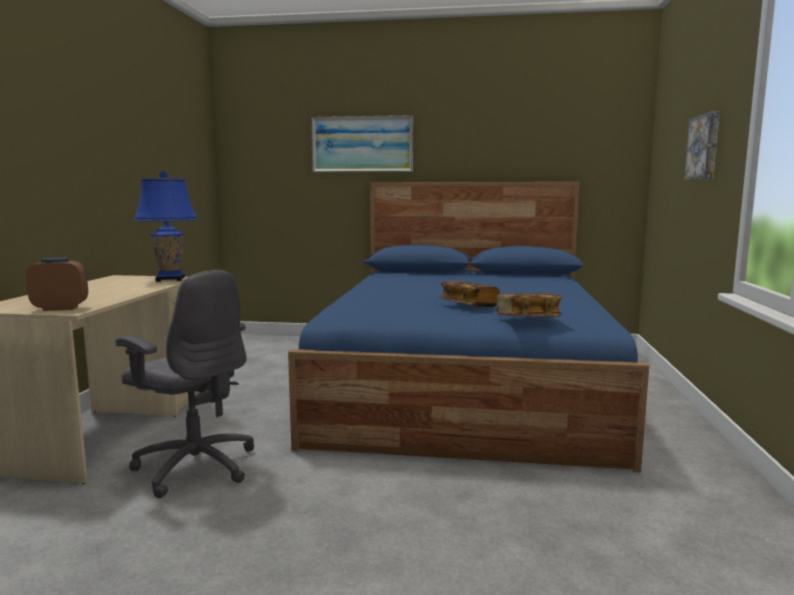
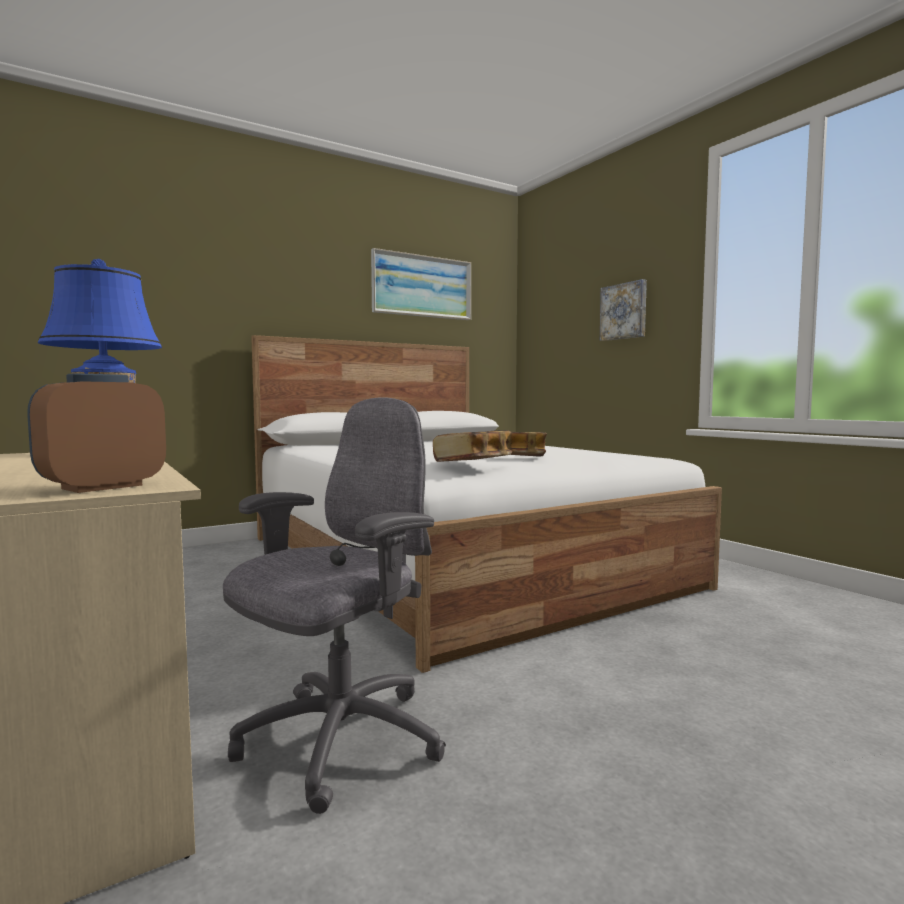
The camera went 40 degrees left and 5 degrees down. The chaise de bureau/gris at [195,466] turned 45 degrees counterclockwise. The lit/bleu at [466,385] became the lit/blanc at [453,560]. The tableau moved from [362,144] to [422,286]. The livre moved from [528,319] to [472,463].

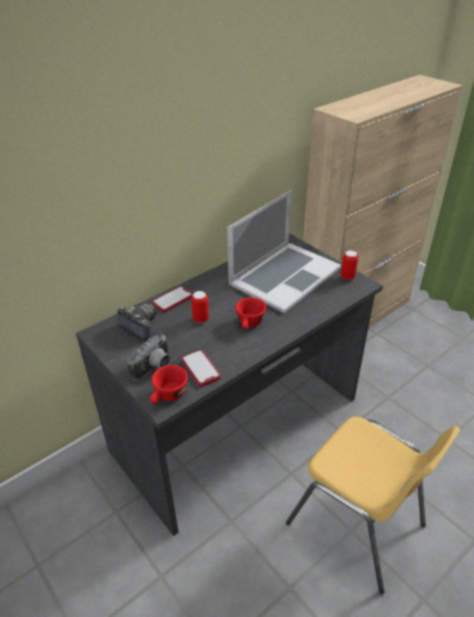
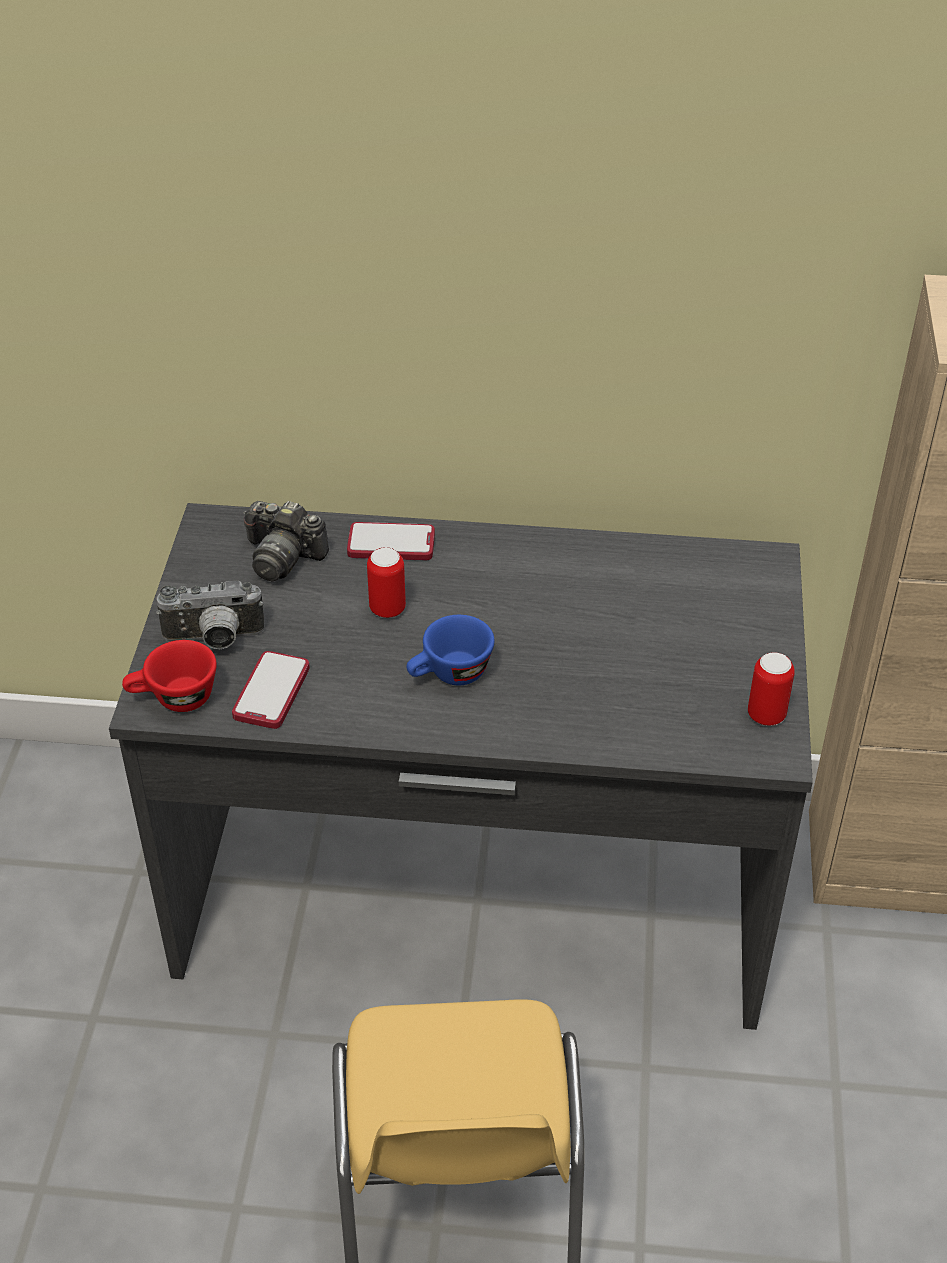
The camera went 45 degrees right and 5 degrees up. The appareil photo at [140,327] turned 120 degrees clockwise. The tasse/rouge at [250,324] became the tasse/bleu at [450,675]. The ordinateur portable at [284,275] disappeared.

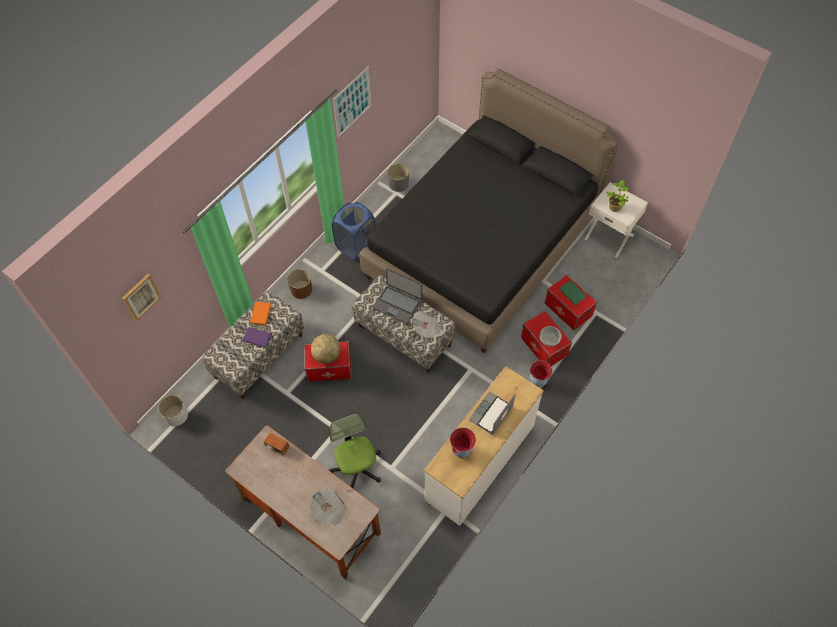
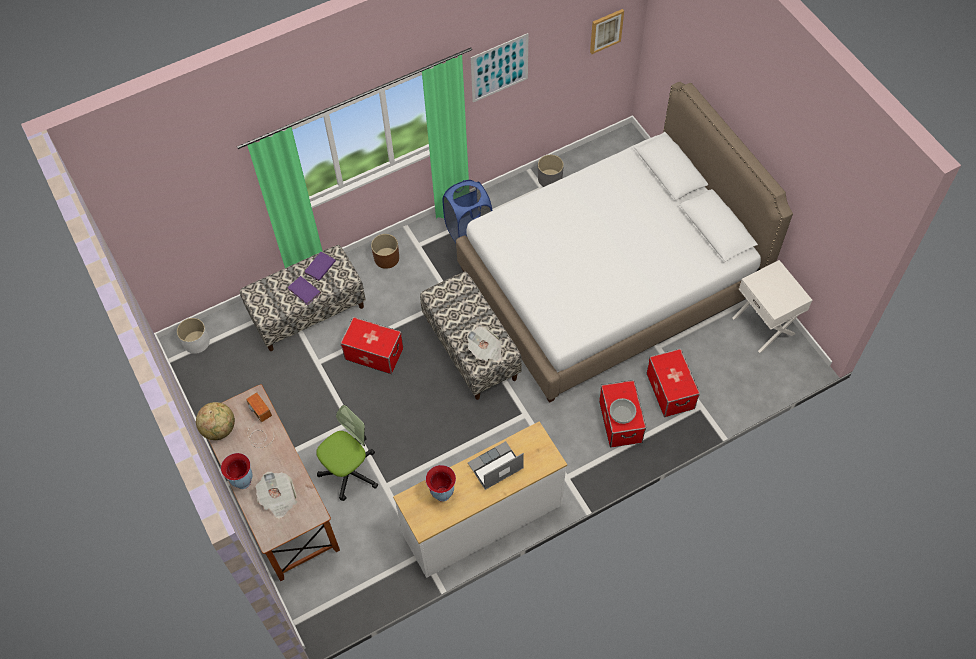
The camera went 25 degrees right and 0 degrees up. The globe moved from [327,355] to [219,429]. The vase moved from [537,383] to [243,482]. The livre/orange at [260,314] became the livre/violet at [319,267]. The chaise de bureau at [357,468] turned 45 degrees clockwise. The lit/noir at [482,244] became the lit/blanc at [609,281]. The tableau moved from [141,296] to [606,30]. The ordinateur portable at [397,304] disappeared. The livre/vert at [572,292] disappeared. The plante en pot at [615,206] disappeared.

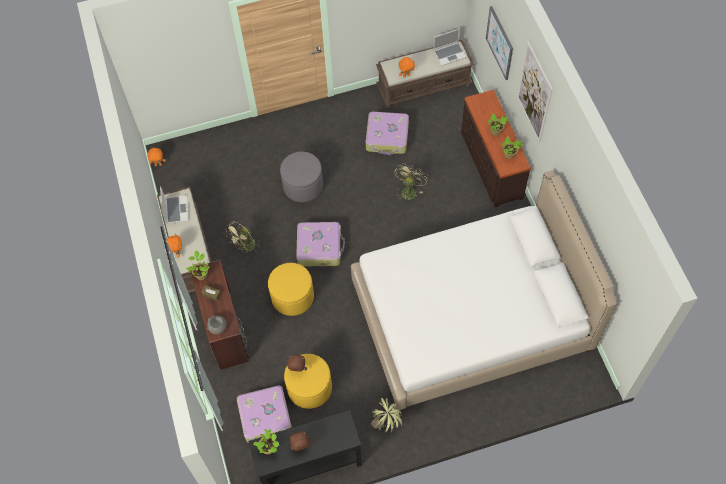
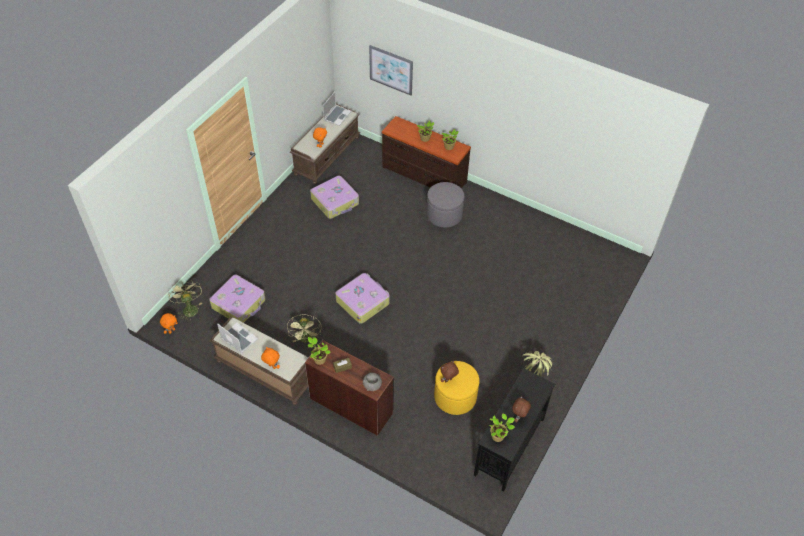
The camera went 45 degrees left and 10 degrees down. The ventilateur/vert moved from [409,190] to [189,308]. The valise moved from [265,417] to [239,304]. The pouf/gris moved from [303,185] to [444,214]. The pouf/jaune at [292,297] disappeared. The lit/blanc at [470,316] disappeared. The tableau at [534,93] disappeared.

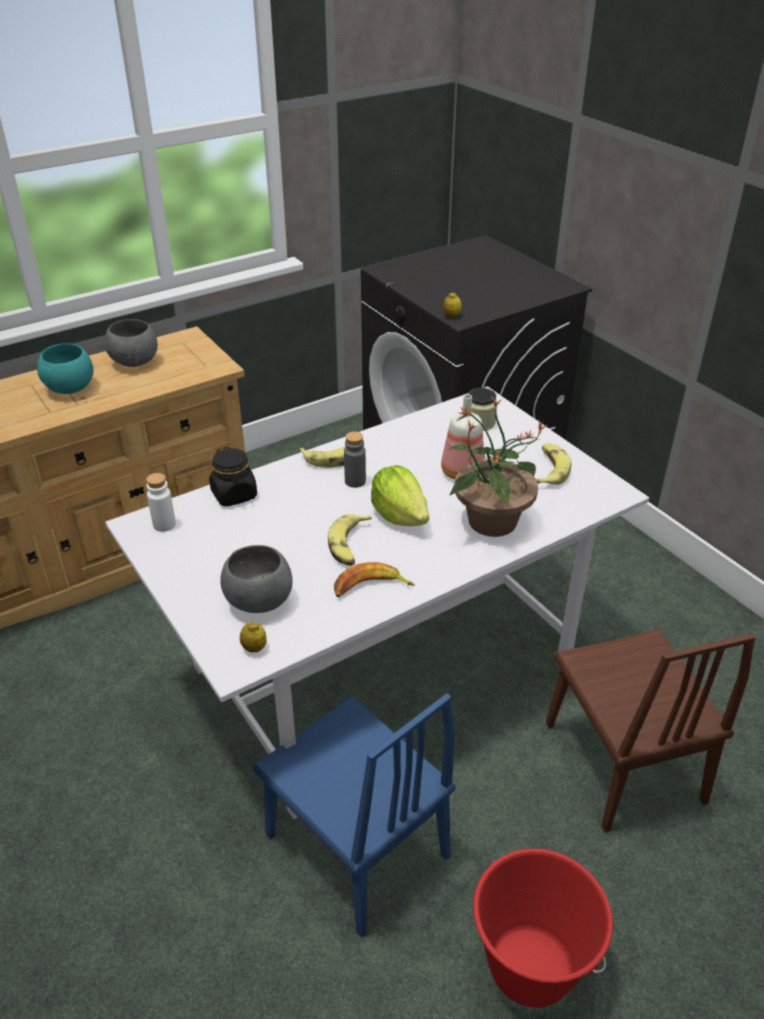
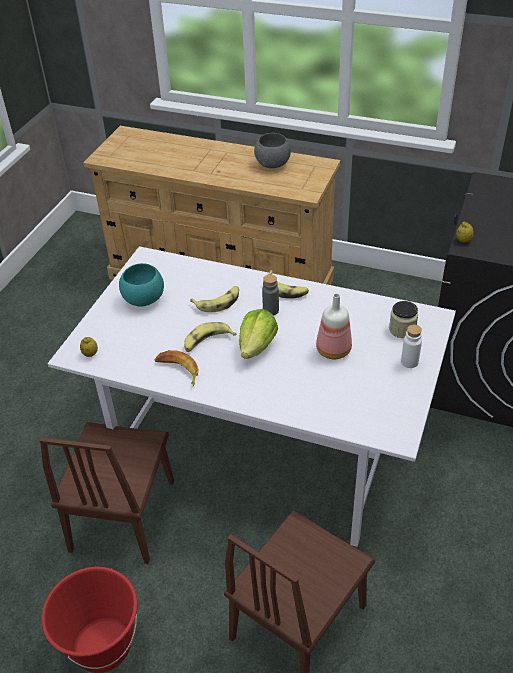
The camera went 55 degrees right and 5 degrees up. The chaise/bleu at [356,845] became the chaise/marron at [123,514]. The bol/turquoise moved from [69,389] to [143,299]. The banane moved from [550,470] to [218,302]. The bouteille/blanc moved from [164,524] to [409,362]. The bocal/noir at [234,495] disappeared. The bol/gris at [259,601] disappeared. The plante en pot at [490,522] disappeared.

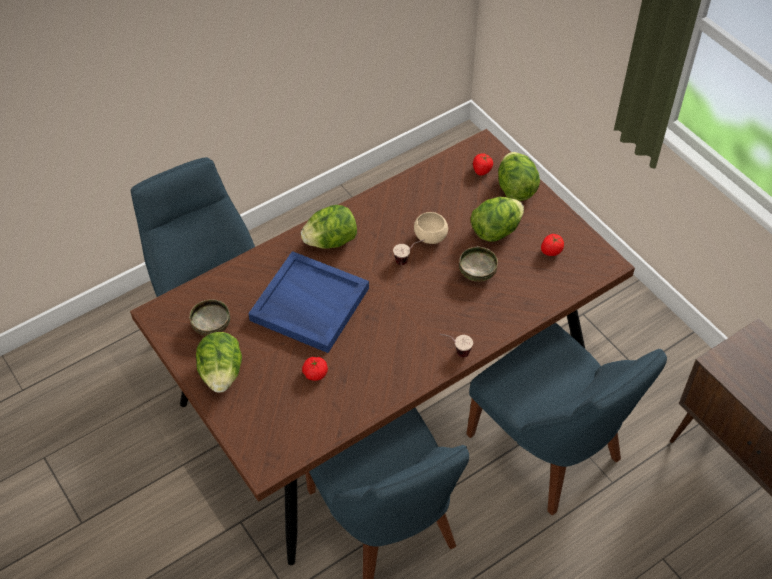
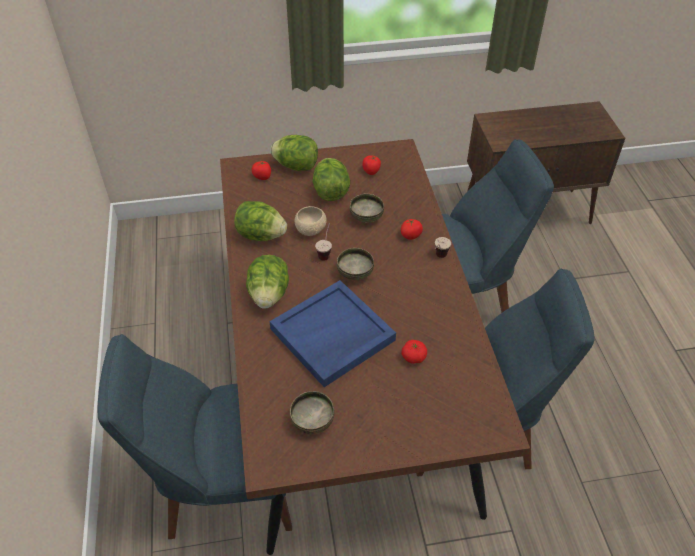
The camera went 65 degrees left and 5 degrees down. The laitue moved from [221,373] to [261,235]. The bol at [354,273] appeared. The tomate at [411,235] appeared.

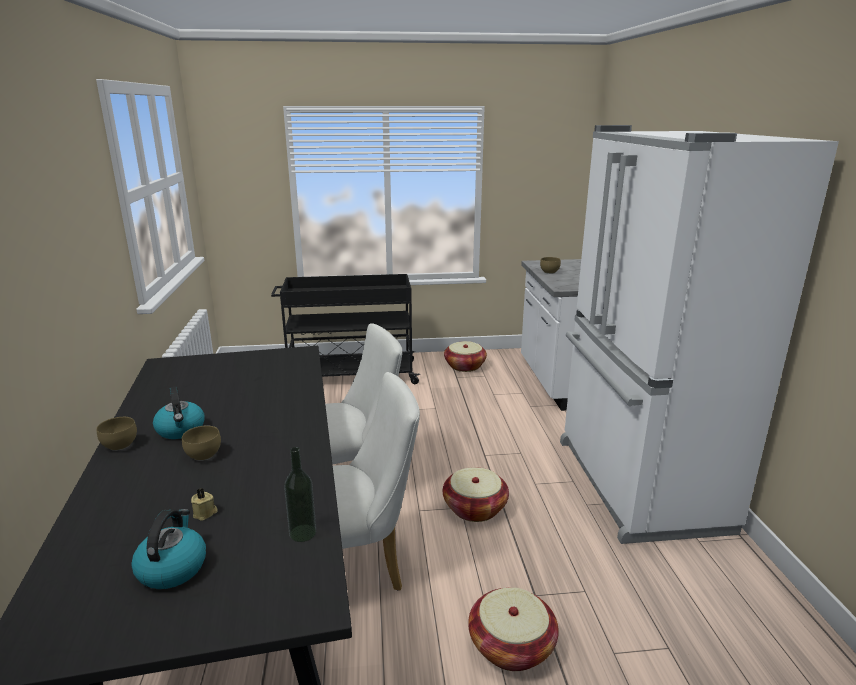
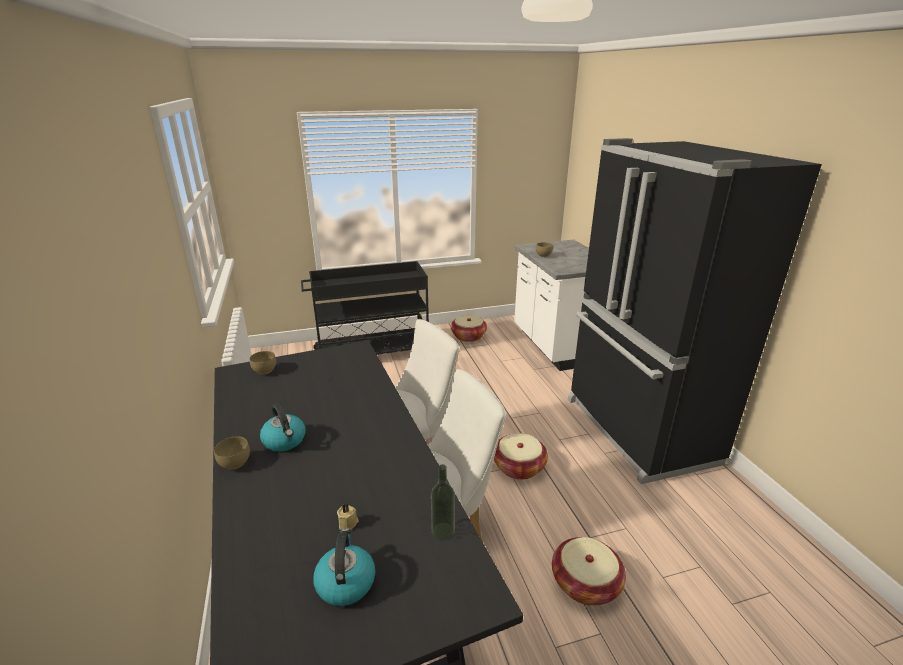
The camera went 10 degrees left and 5 degrees up. The bol/marron moved from [204,454] to [264,370]. The réfrigérateur/blanc at [636,484] became the réfrigérateur/noir at [637,431].

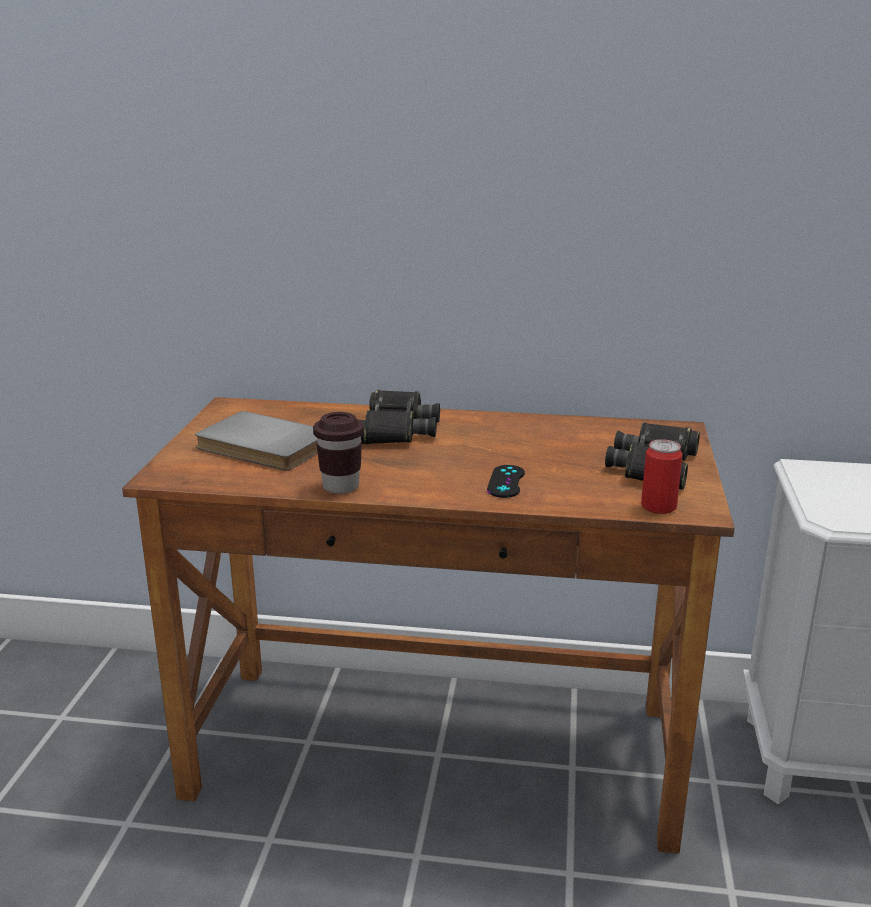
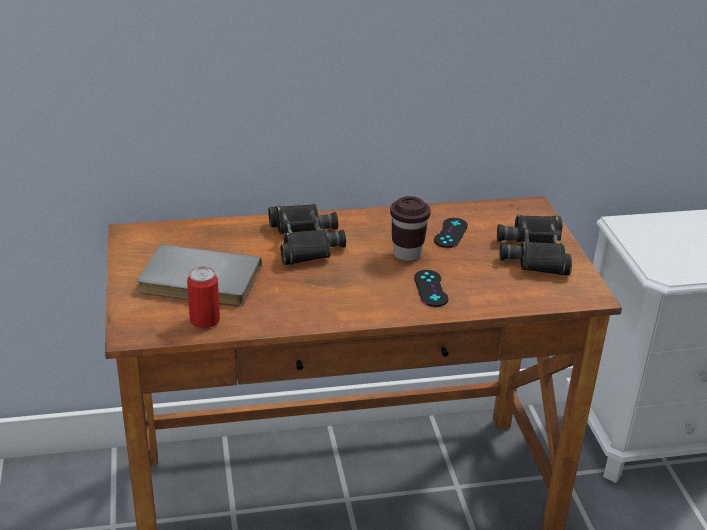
The camera went 20 degrees left and 10 degrees up. The boîte métallique moved from [658,506] to [204,320]. The tasse/marron moved from [341,487] to [407,254]. The manette/noir at [450,233] appeared.

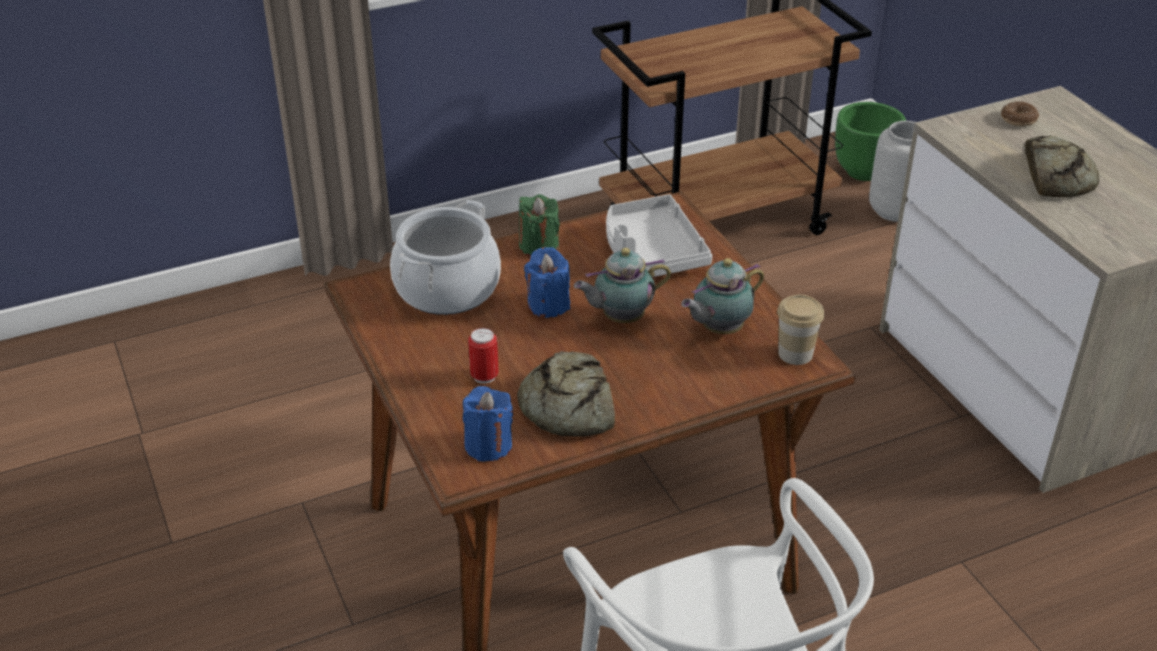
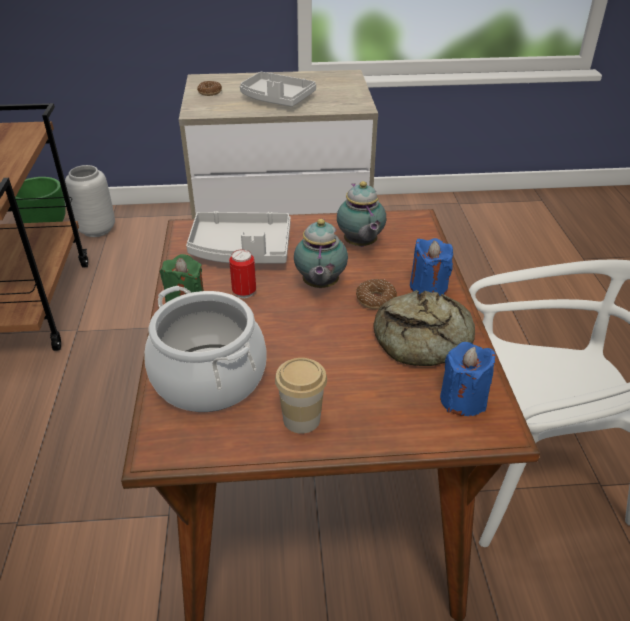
The camera went 70 degrees left and 0 degrees up. The boîte métallique moved from [484,376] to [244,292]. The pain at [1055,176] was replaced by the plateau/gris at [276,99]. The tasse moved from [795,354] to [301,419]. The beignet at [375,299] appeared. The bougie/bleu moved from [548,305] to [428,287].

